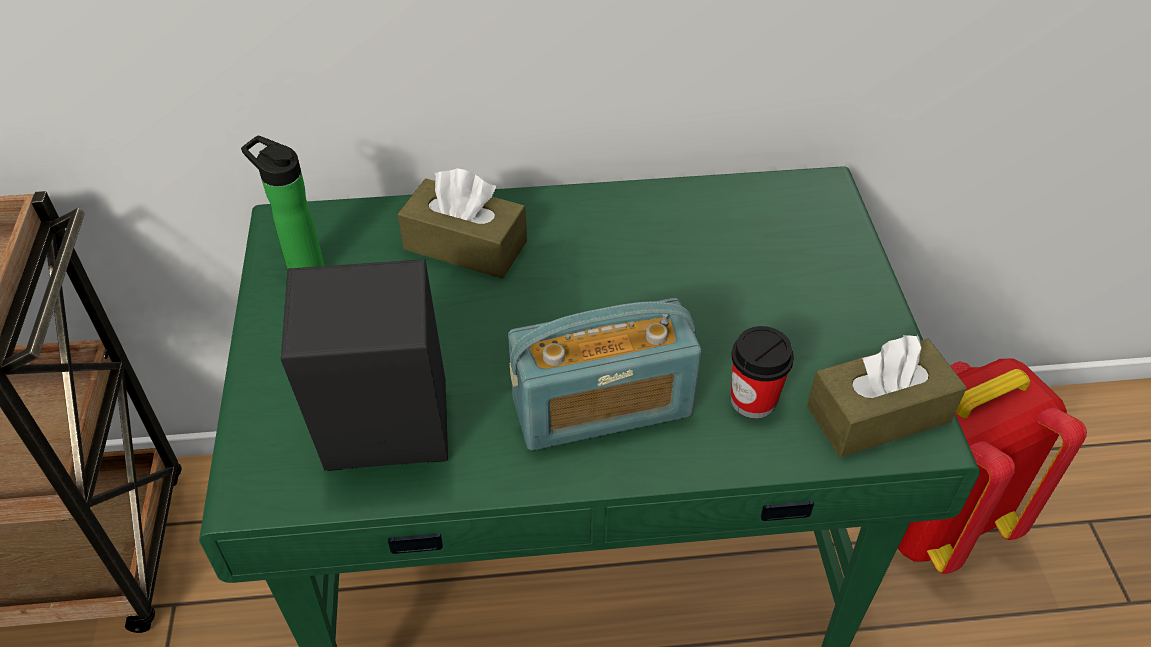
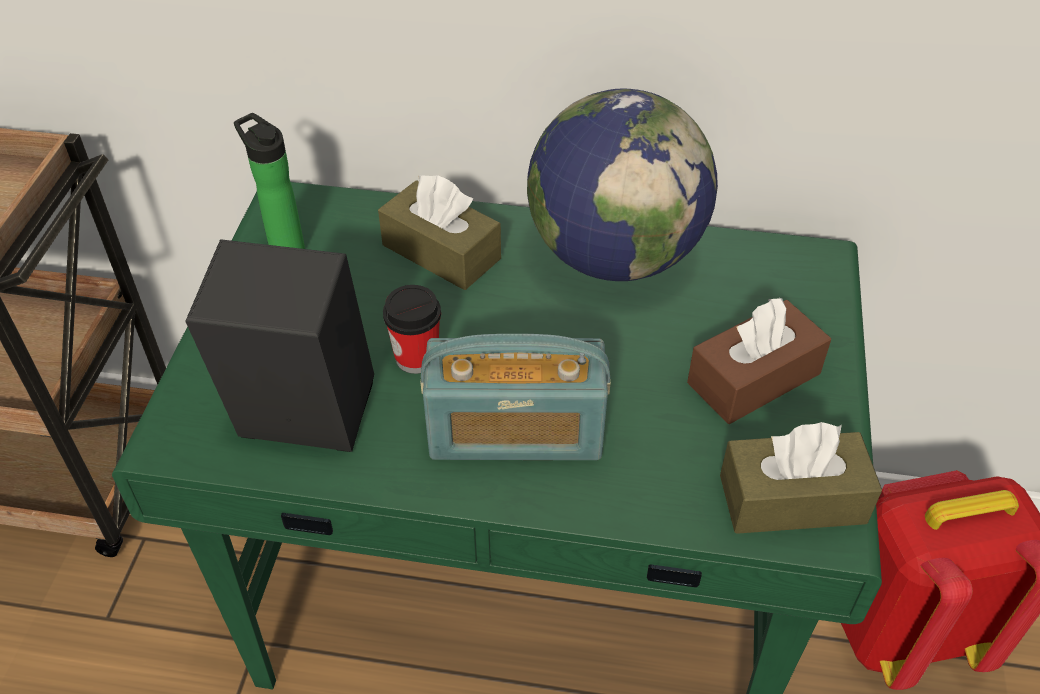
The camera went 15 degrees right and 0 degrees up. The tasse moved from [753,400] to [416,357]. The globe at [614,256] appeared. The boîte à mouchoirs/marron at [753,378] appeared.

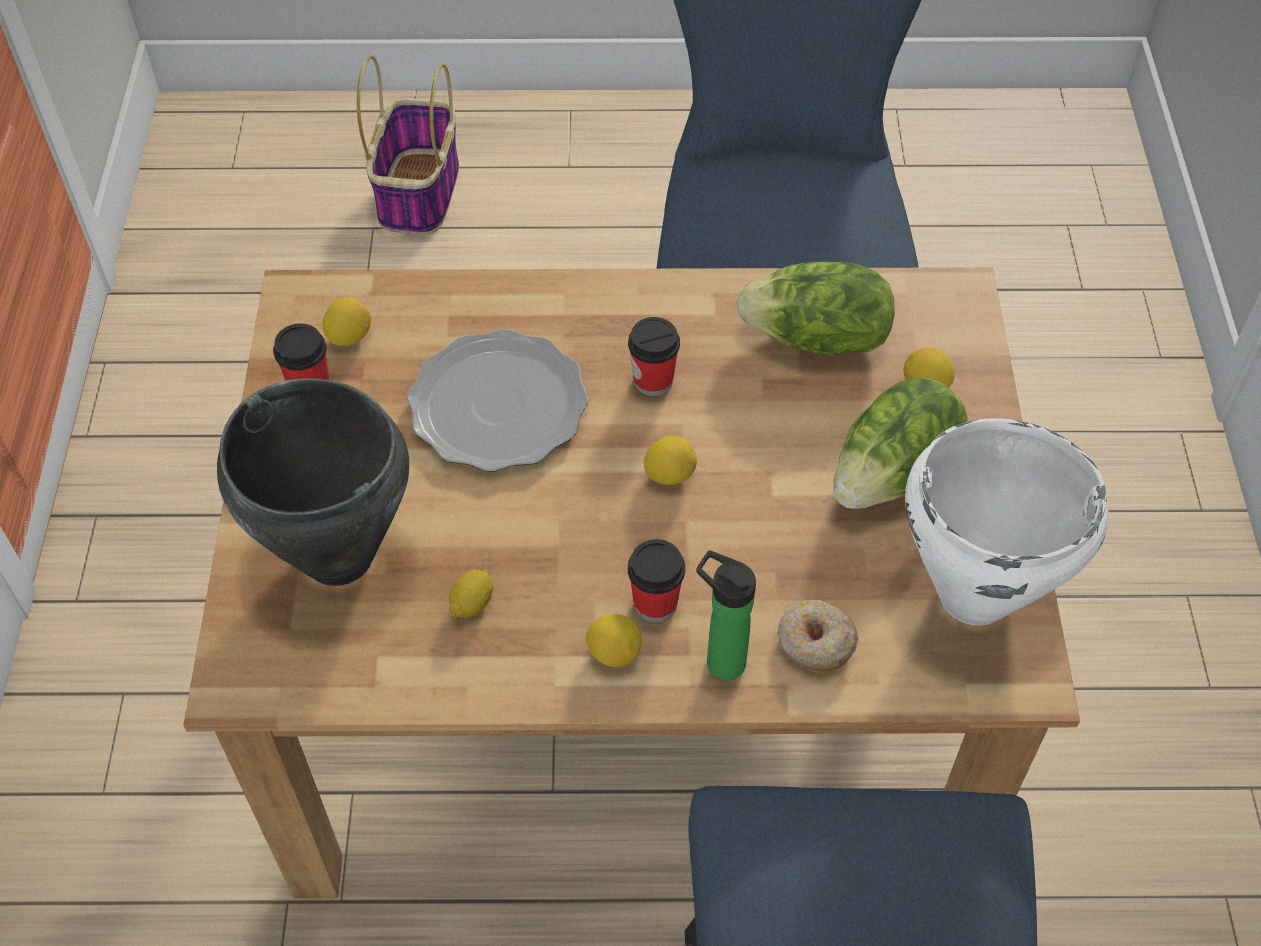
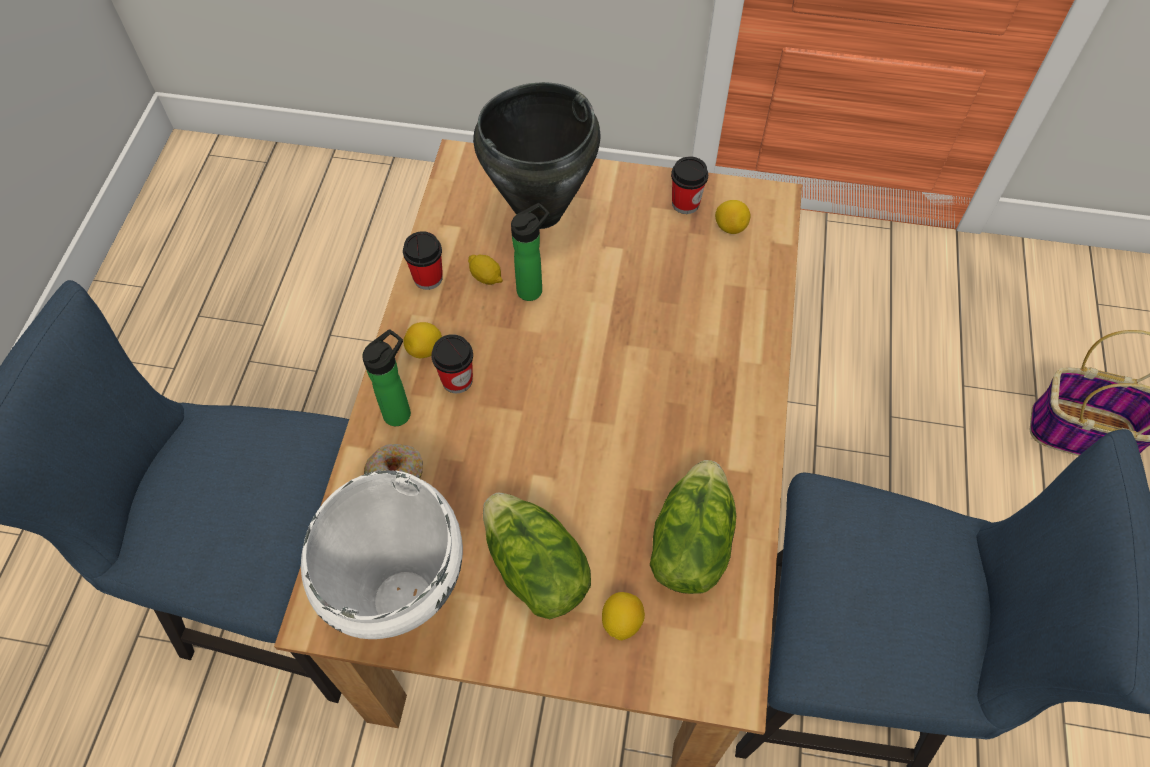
The camera went 100 degrees right and 5 degrees up. The tasse moved from [653,381] to [428,278]. The bouteille at [533,288] appeared. The assiette at [497,405] disappeared. The citron at [669,474] disappeared.

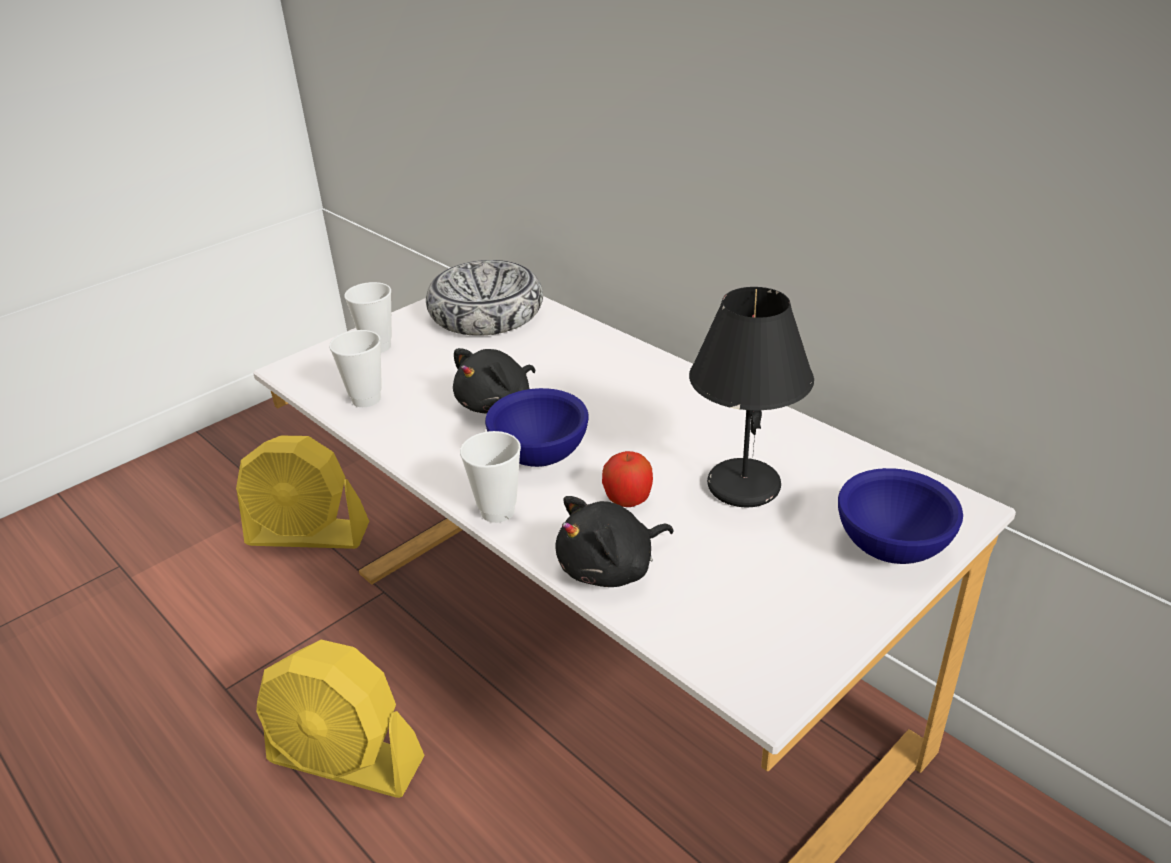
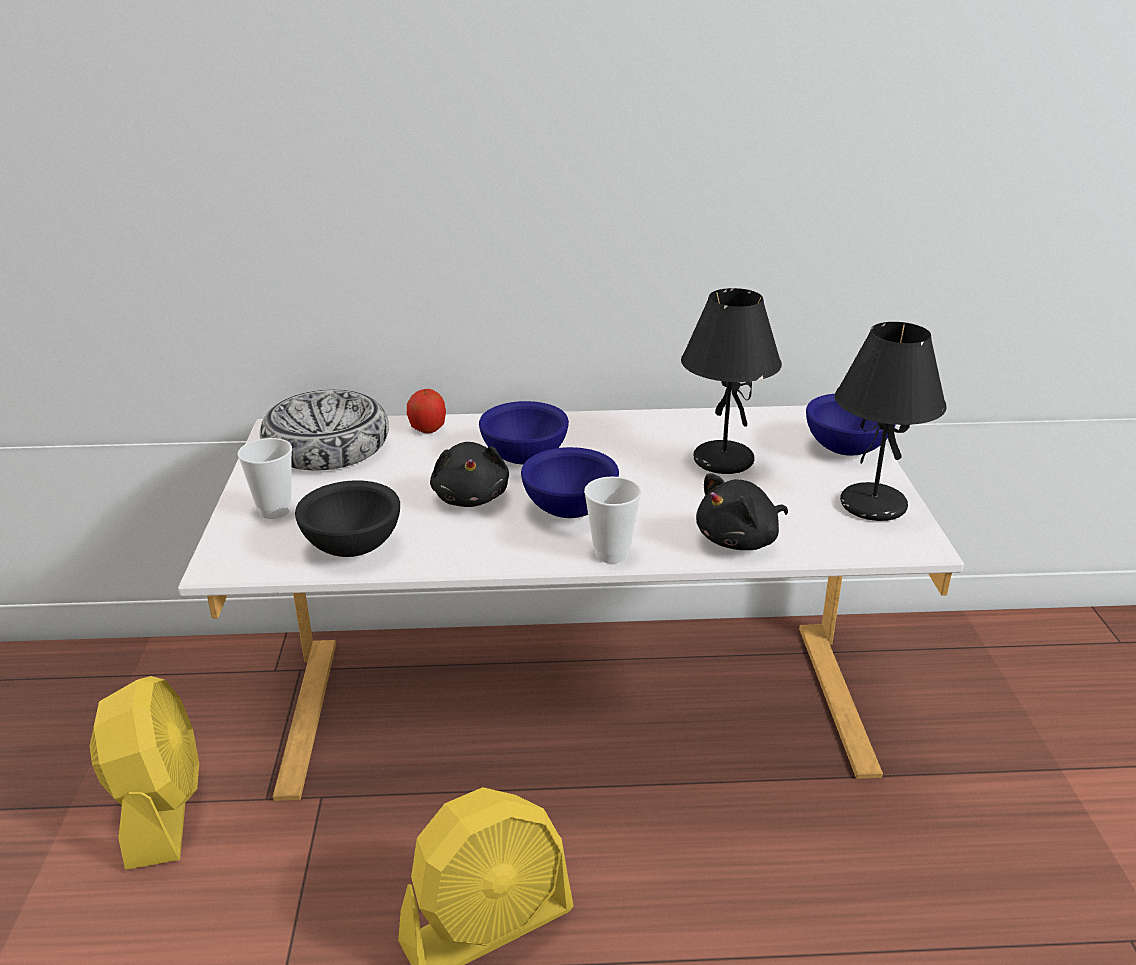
The camera went 50 degrees left and 5 degrees down. The ventilateur/jaune at [308,534] turned 60 degrees counterclockwise. The tasse at [366,399] was replaced by the bol/noir at [351,548]. The pomme moved from [628,499] to [428,429]. The bol/bleu at [526,458] appeared. The peluche/noir at [611,568] turned 45 degrees clockwise. The lampe de table/noir at [872,506] appeared.

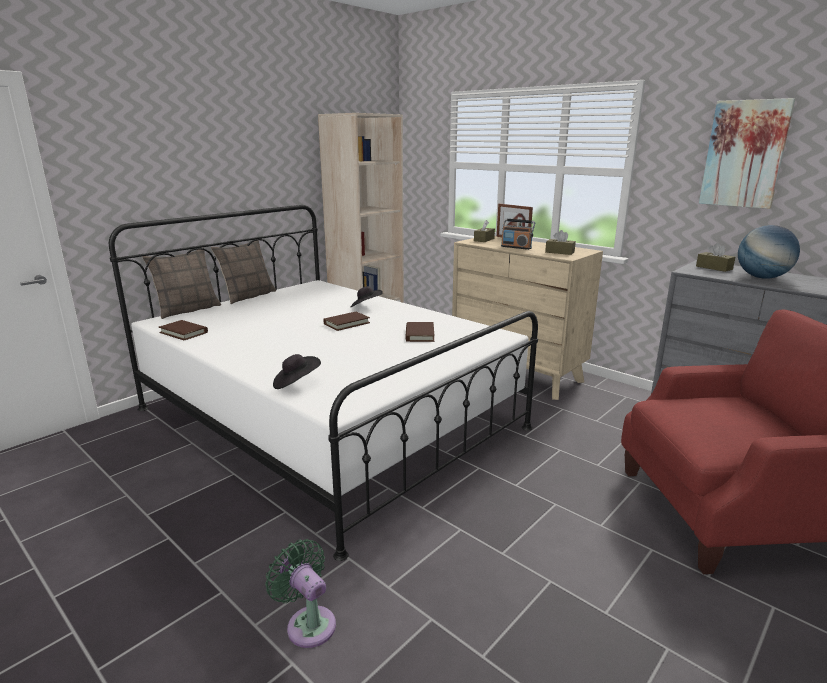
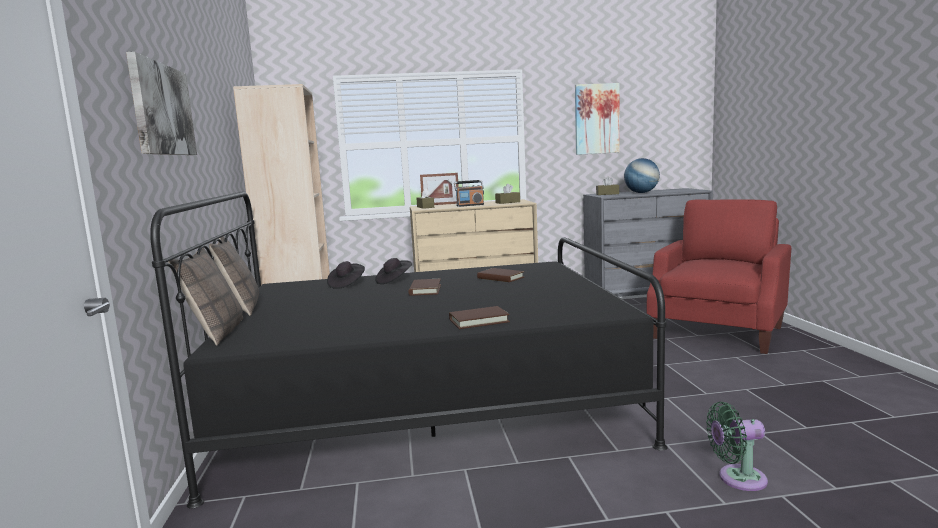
The camera went 50 degrees left and 10 degrees down. The tableau at [162,110] appeared. The lit/blanc at [328,418] became the lit/noir at [427,402]. The chapeau/noir moved from [296,383] to [346,284]. The livre/marron moved from [183,332] to [479,321].

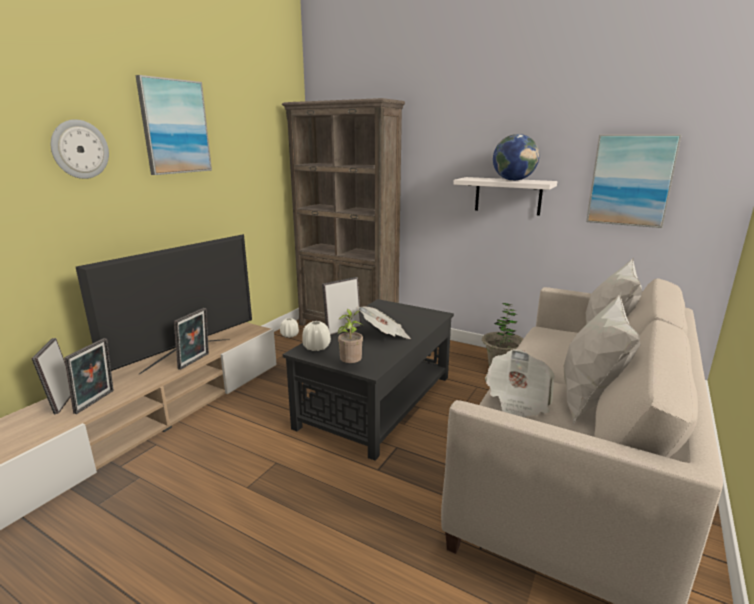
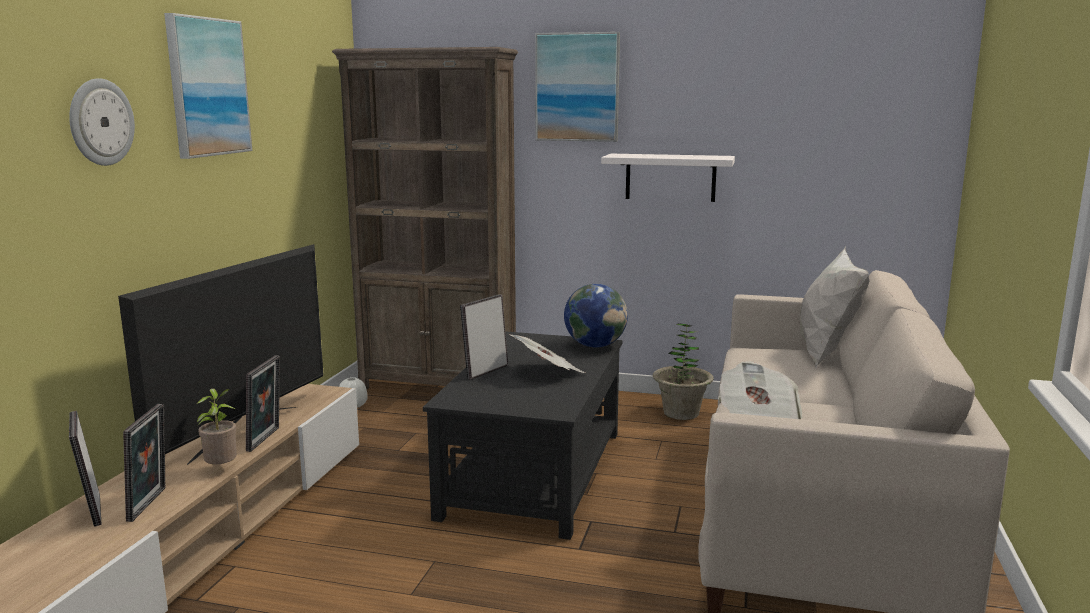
The camera went 15 degrees left and 5 degrees down. The plante en pot moved from [351,366] to [222,469]. The tableau moved from [631,180] to [577,87]. The globe moved from [513,180] to [595,345]. The vase/blanc at [316,347] disappeared. The coussin/blanc at [588,401] disappeared.

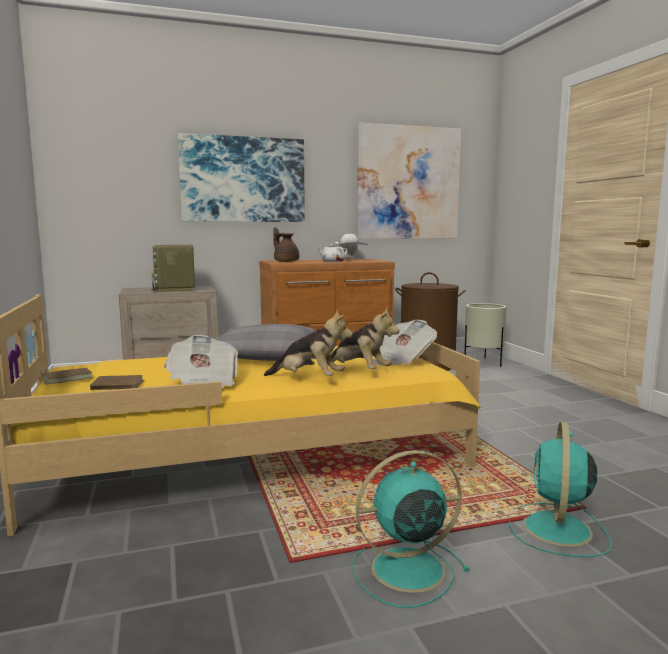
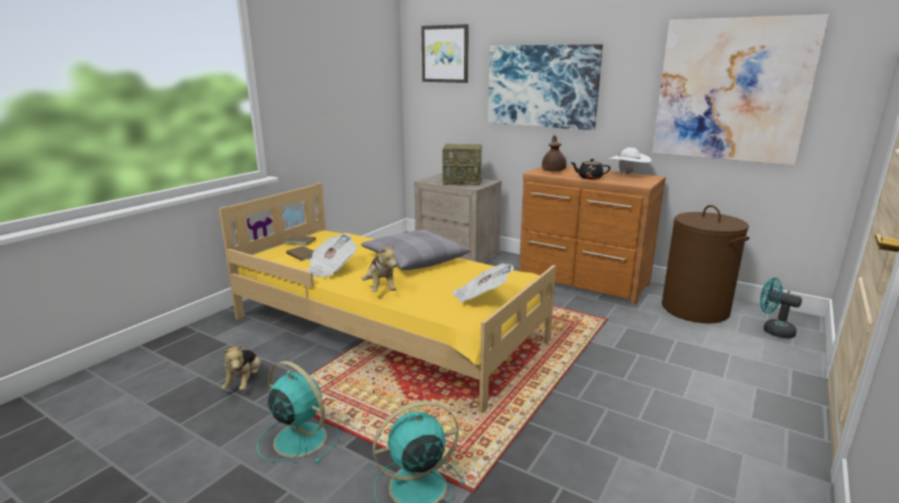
The camera went 50 degrees right and 10 degrees up. The peluche moved from [359,371] to [244,382]. The tableau at [445,54] appeared. The radio at [176,289] turned 120 degrees counterclockwise. The théière/blanc at [332,261] became the théière/noir at [589,178]. The cache-pot/beige at [483,363] was replaced by the ventilateur/turquoise at [773,330].

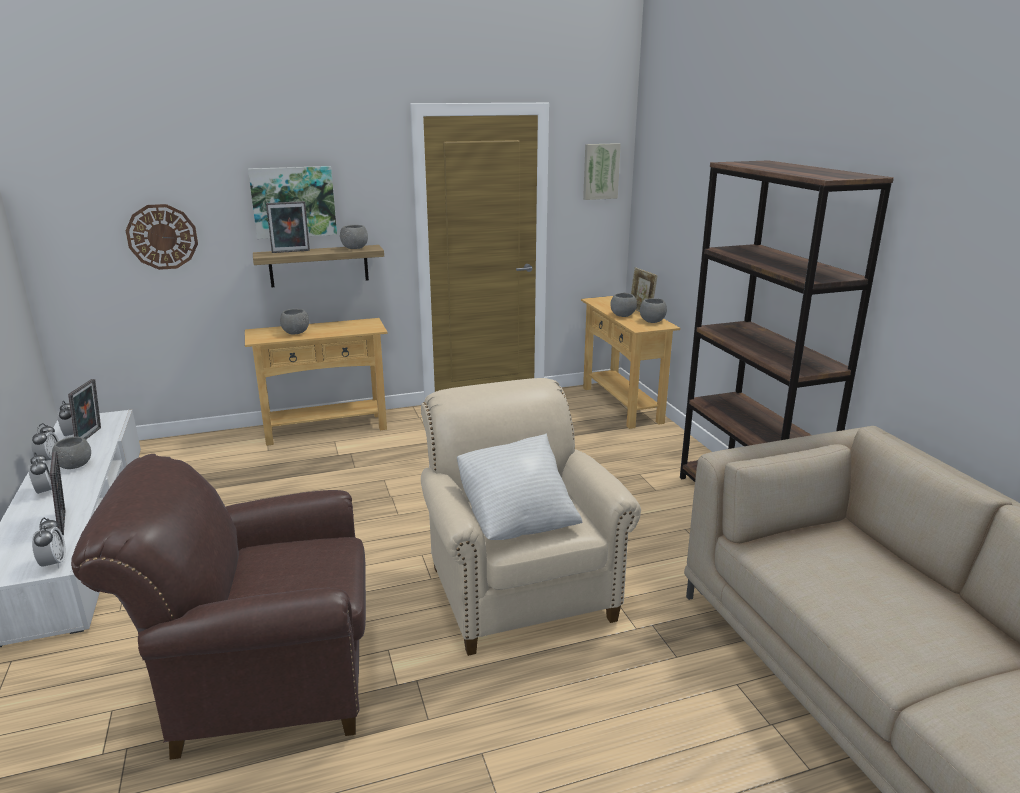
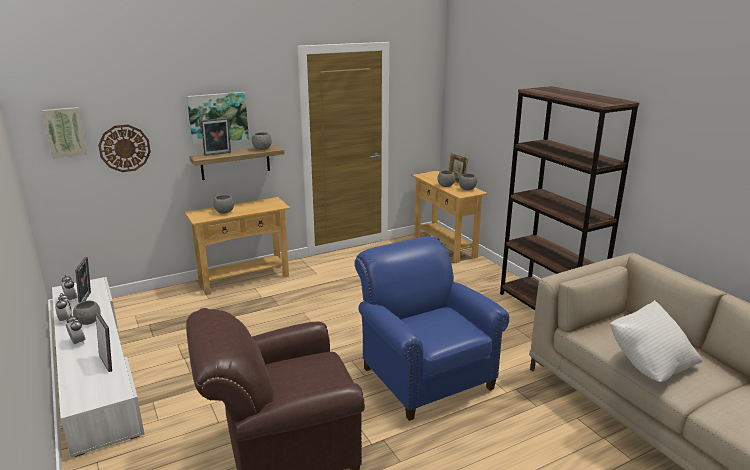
The camera went 10 degrees left and 0 degrees up. The tableau moved from [600,171] to [65,132]. The fauteuil/beige at [517,587] became the fauteuil/bleu at [423,375]. The coussin/blanc moved from [517,520] to [650,364]. The réveil at [54,563] disappeared.

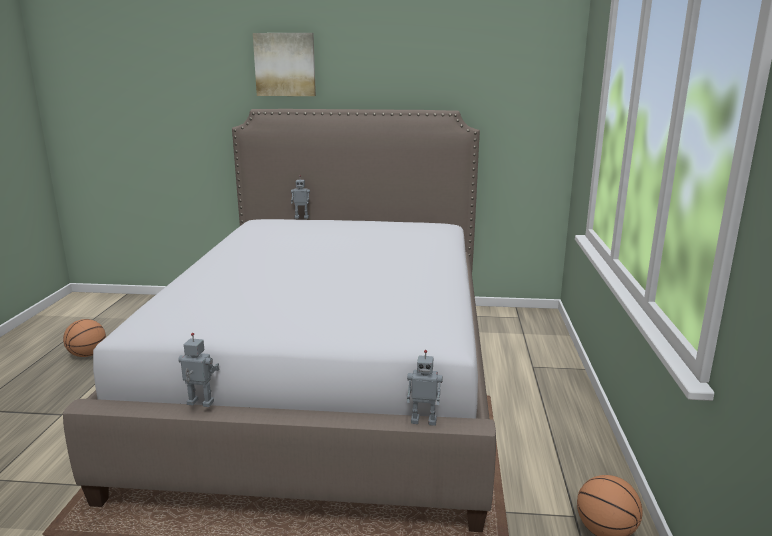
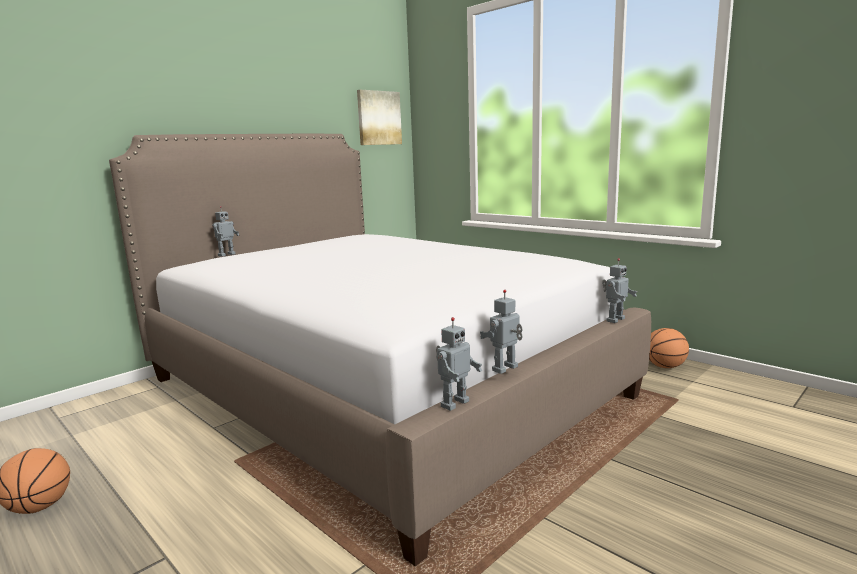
The camera went 50 degrees left and 5 degrees down. The tableau moved from [285,64] to [378,118]. The robot jouet at [453,403] appeared.

